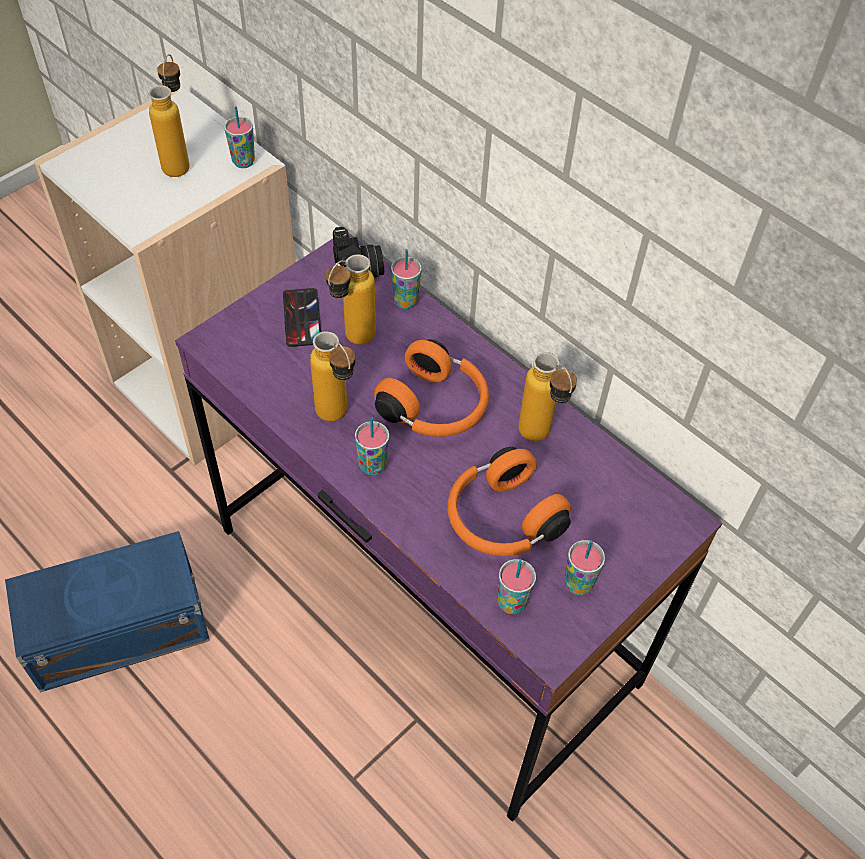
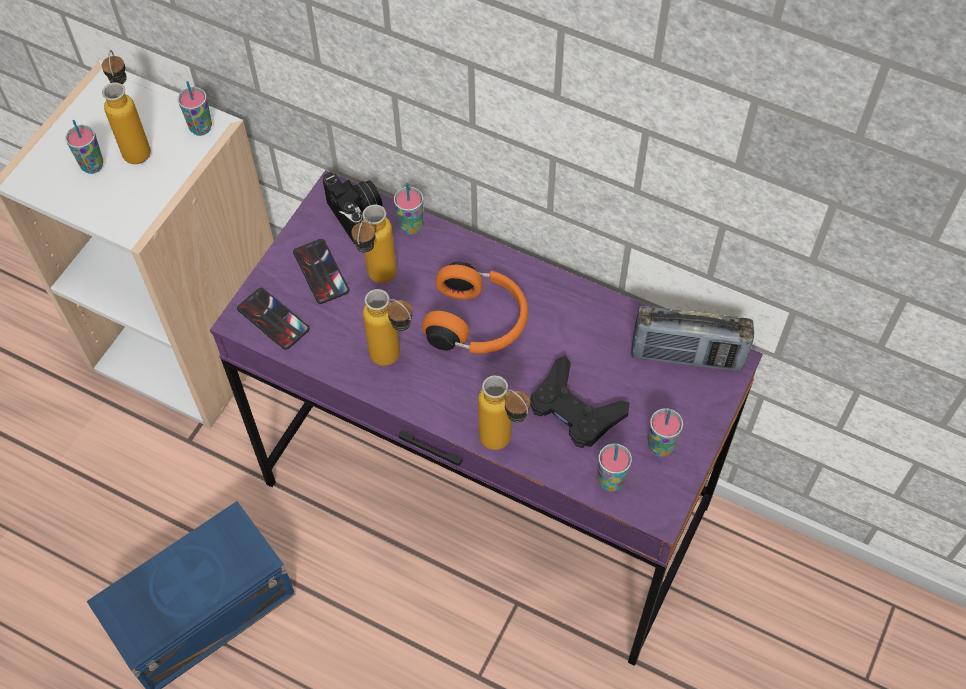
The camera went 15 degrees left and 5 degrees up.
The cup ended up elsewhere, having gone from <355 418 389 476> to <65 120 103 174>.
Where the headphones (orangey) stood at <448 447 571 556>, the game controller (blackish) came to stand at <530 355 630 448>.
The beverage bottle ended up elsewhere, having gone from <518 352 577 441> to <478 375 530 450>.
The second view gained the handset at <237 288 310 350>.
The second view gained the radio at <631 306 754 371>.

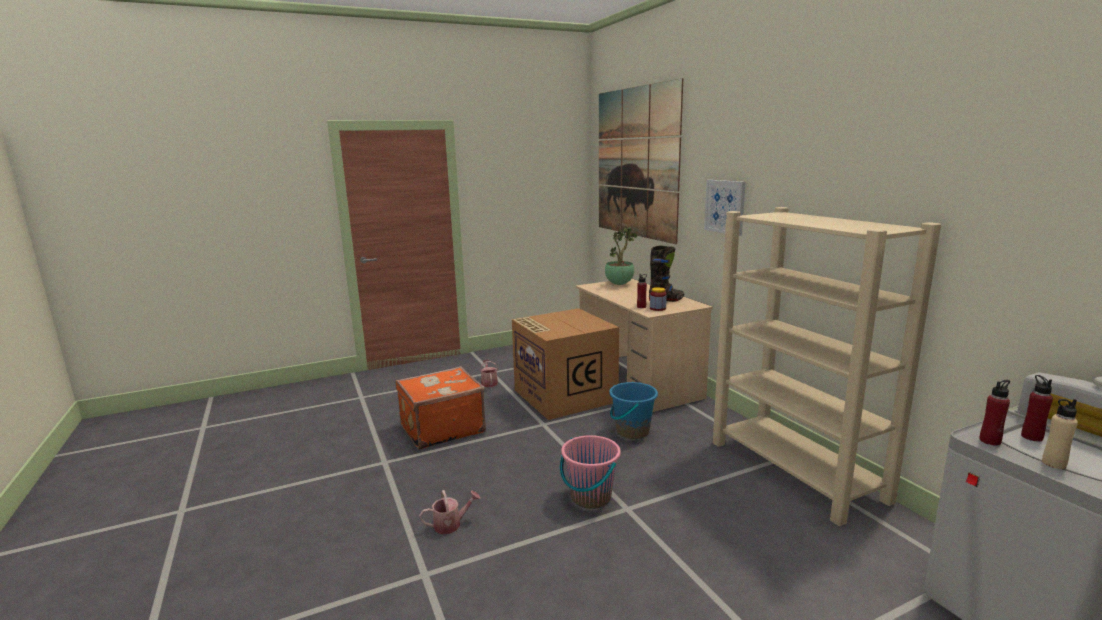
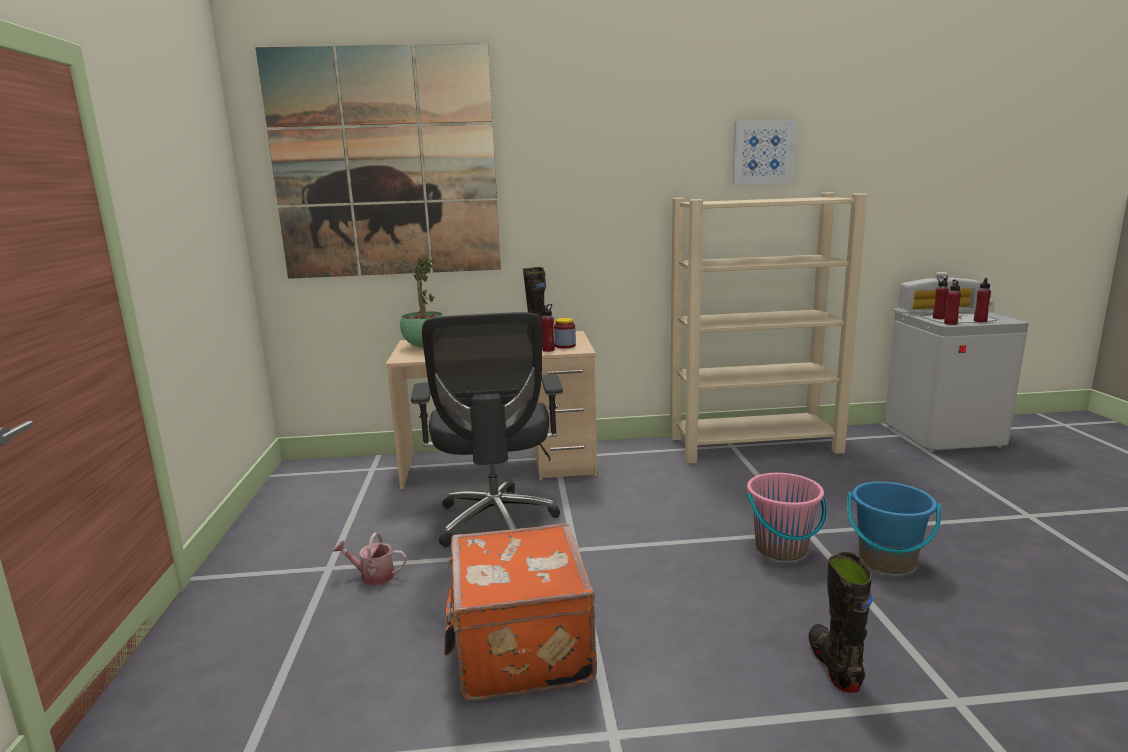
The camera went 70 degrees left and 0 degrees up.
Where the sprinkling can stood at <419 490 481 534>, the high-top boot (blackish) came to stand at <809 552 873 693>.
Where the carton stood at <512 308 619 420>, the office chair came to stand at <411 312 563 547>.
The pail (blue-coloured) ended up elsewhere, having gone from <609 382 658 439> to <847 481 941 574>.
The picture ended up elsewhere, having gone from <704 180 745 236> to <732 119 796 185>.
What was the beverage bottle (beige-coloured) at <1042 399 1078 469> turned into the beverage bottle (red) at <974 278 991 322>.

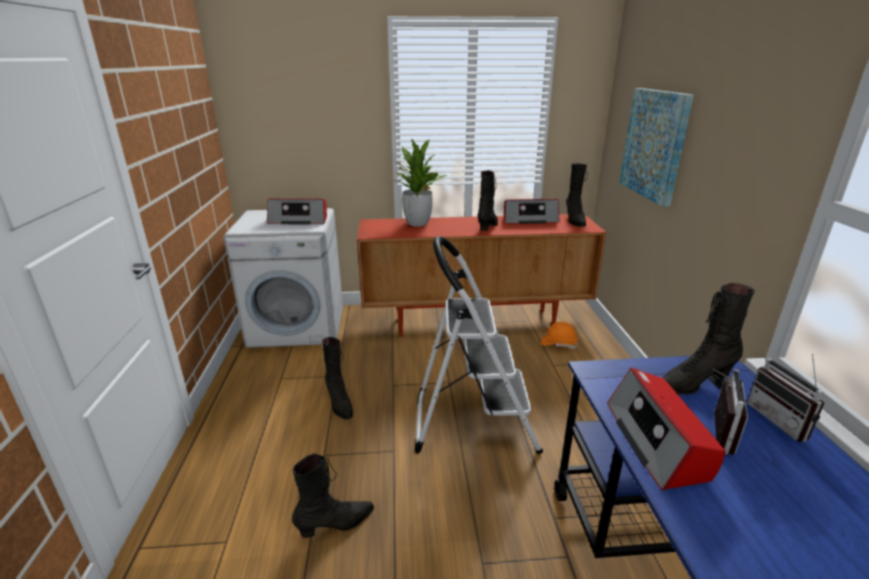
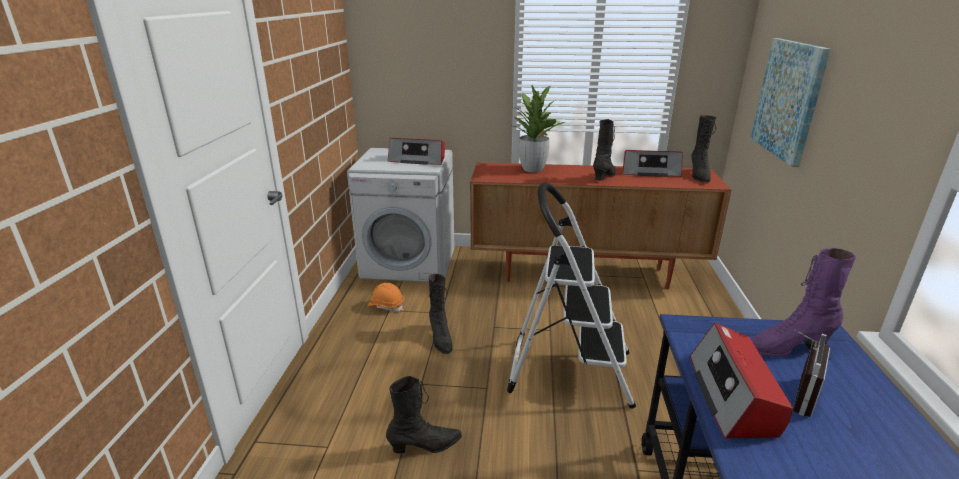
The camera went 10 degrees right and 0 degrees up.
The hard hat (orangey) ended up elsewhere, having gone from <541 322 578 349> to <367 283 404 312>.
What was the high-top boot (blackish) at <662 283 755 395> turned into the high-top boot (purple) at <751 248 856 357>.
The second view lost the radio at <747 354 825 442>.

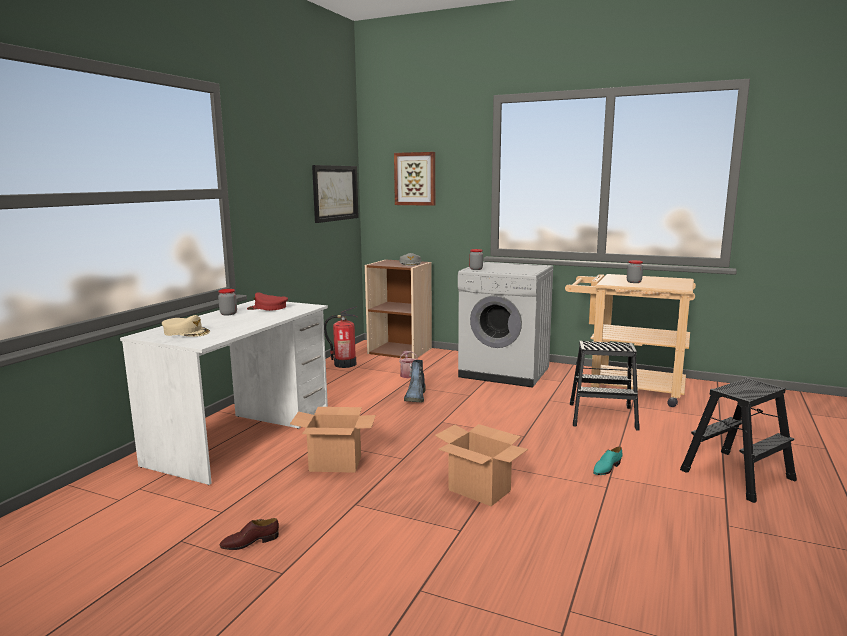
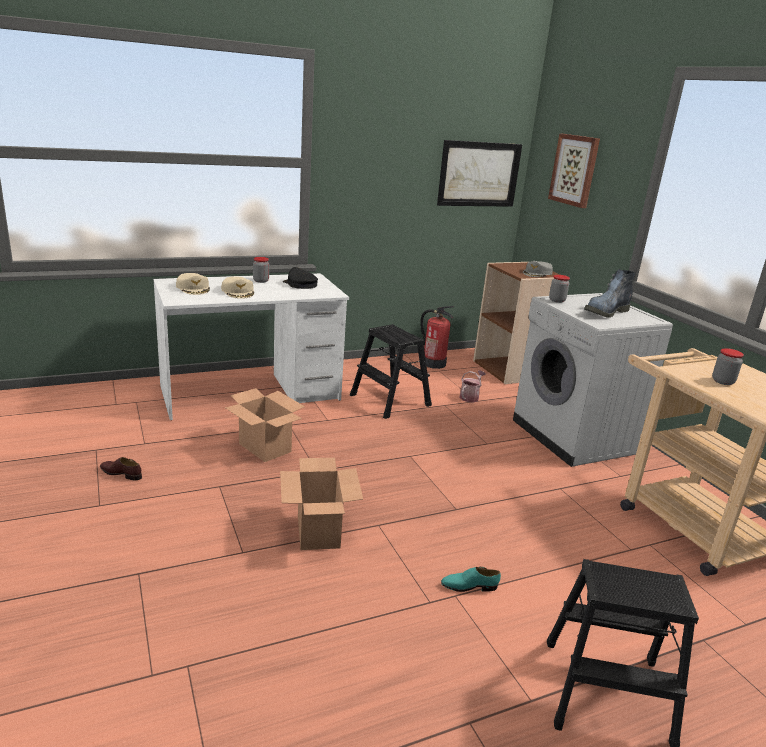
The camera went 40 degrees right and 10 degrees up.
What was the cap (red) at <247 292 288 311> turned into the cap (blackish) at <283 267 318 289>.
The high-top boot ended up elsewhere, having gone from <404 360 426 403> to <584 269 635 318>.
The stepladder (blackish) ended up elsewhere, having gone from <570 341 640 431> to <350 324 432 419>.
The second view gained the cap (beige-coloured) at <221 276 254 299>.

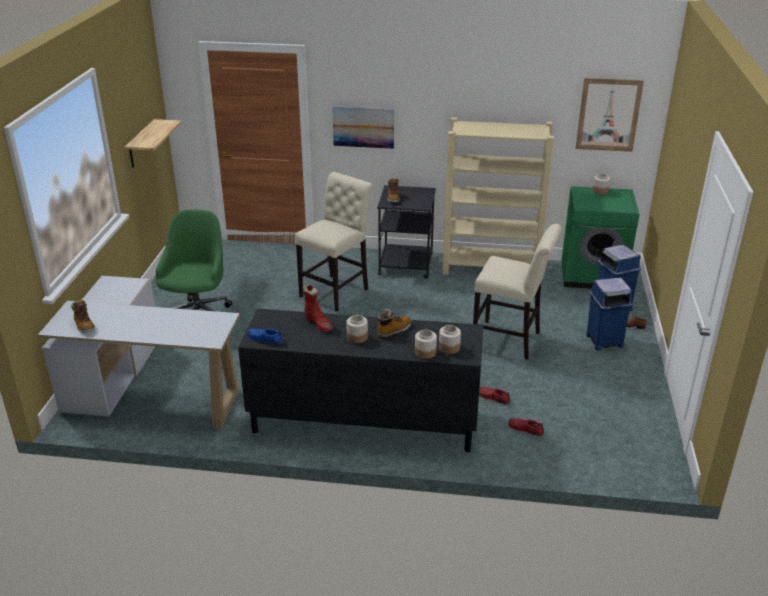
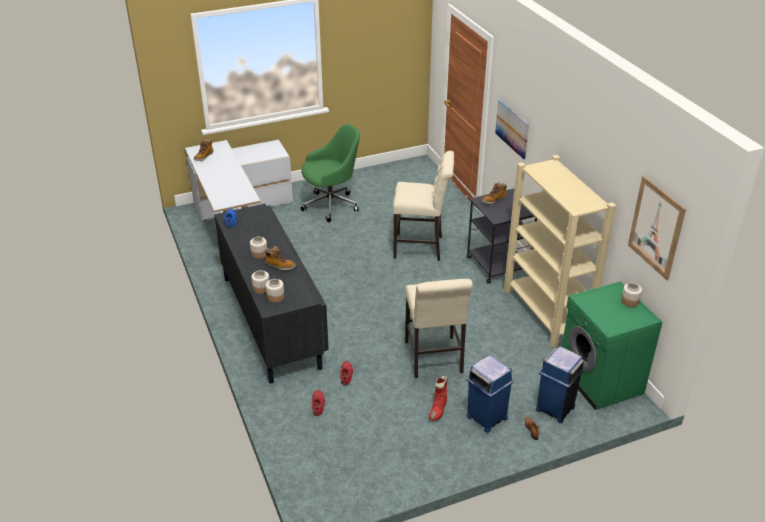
The camera went 60 degrees right and 5 degrees up.
The second view lost the shelf at <125 119 181 168>.
The high-top boot (red) ended up elsewhere, having gone from <303 284 333 331> to <429 376 447 421>.

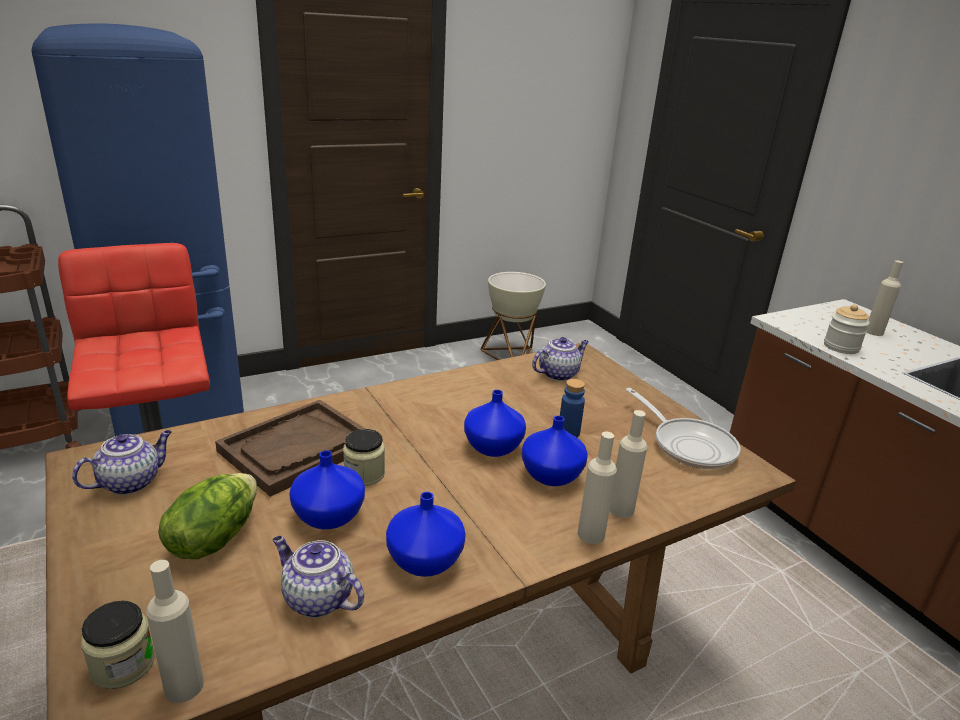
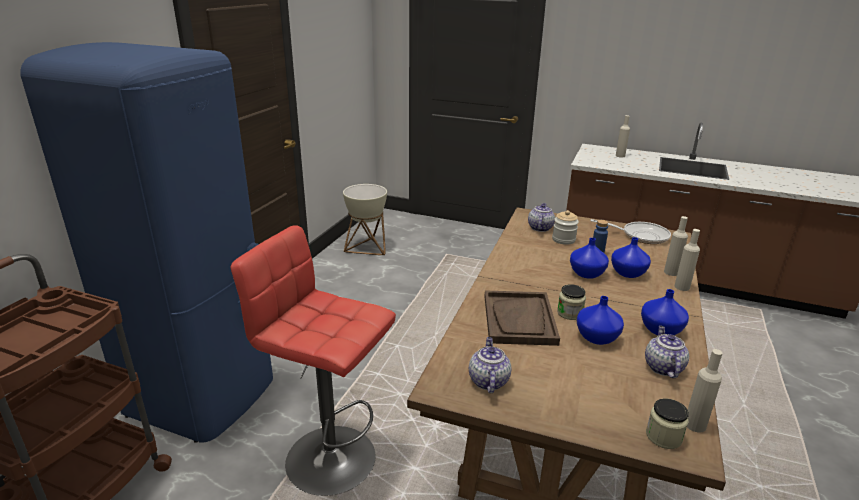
The camera went 40 degrees left and 0 degrees up.
The second view lost the lettuce at <158 473 257 559>.
The teapot at <273 536 364 618> ended up facing another way, 105 degrees clockwise from before.
The jar ended up elsewhere, having gone from <824 304 870 354> to <552 210 579 245>.

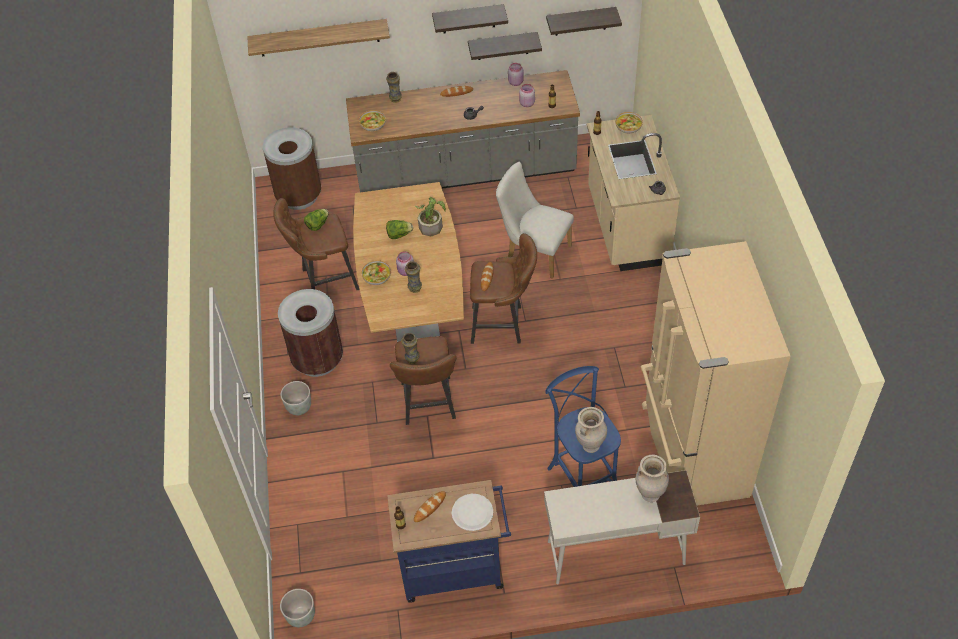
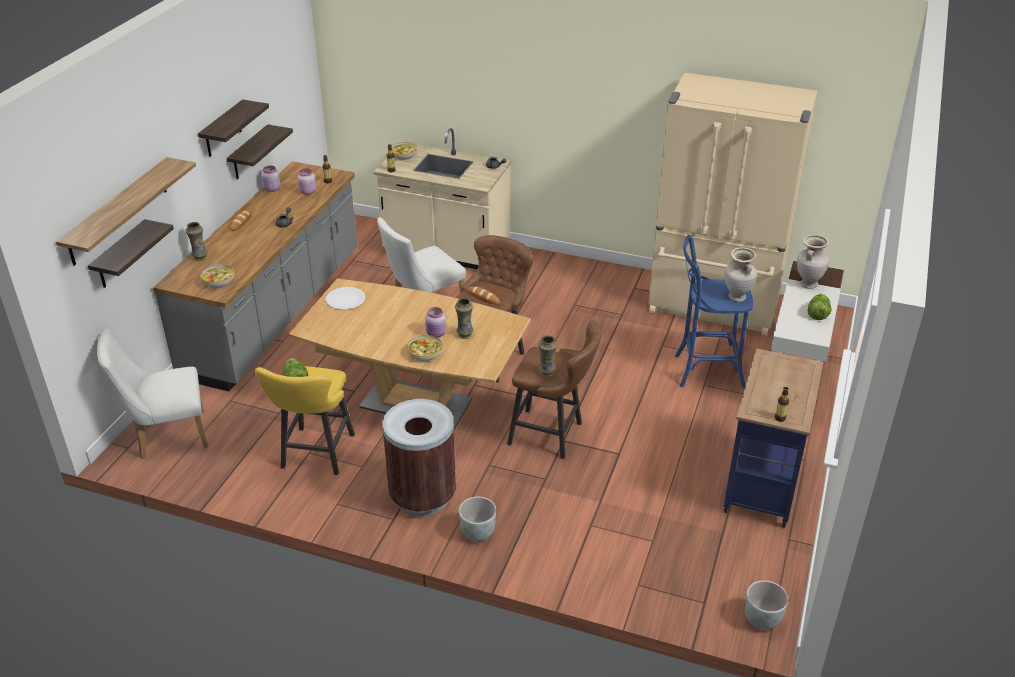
The camera went 65 degrees left and 15 degrees down.
Where the rubbish bin (brown) stood at <263 127 321 210>, the chair (whitish) came to stand at <97 328 208 459>.
What was the stool seat (brown) at <273 198 360 290> turned into the stool seat (yellow) at <255 366 355 475>.
The lettuce ended up elsewhere, having gone from <386 220 413 239> to <808 294 831 320>.
The second view lost the bakery bread at <414 491 446 522>.
The second view lost the potted plant at <415 197 446 236>.
The flat dish (whitish) ended up elsewhere, having gone from <452 494 493 531> to <326 287 365 310>.
The shelf ended up elsewhere, having gone from <546 7 622 36> to <88 219 174 288>.

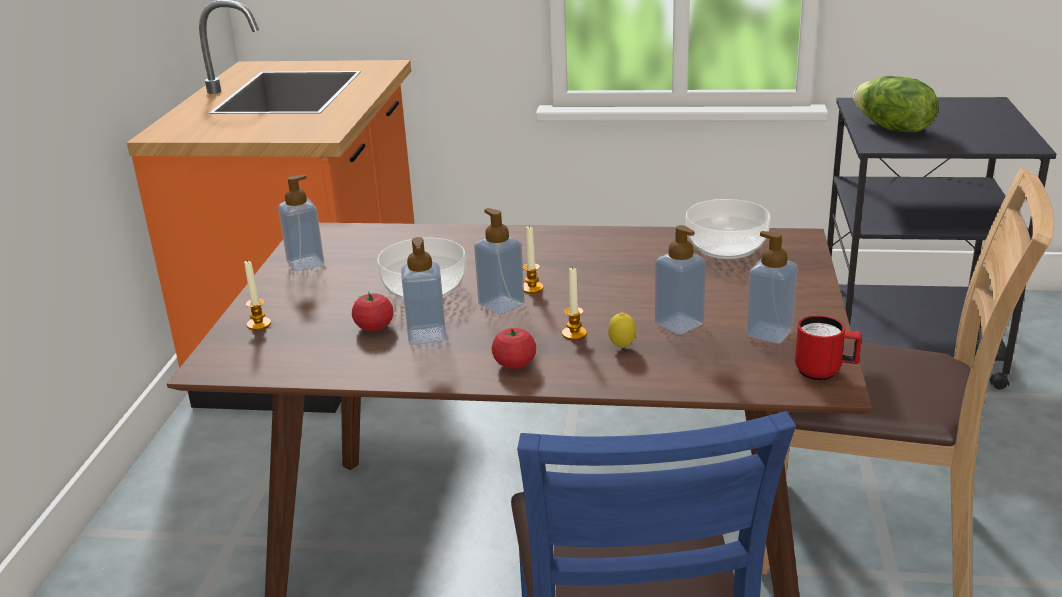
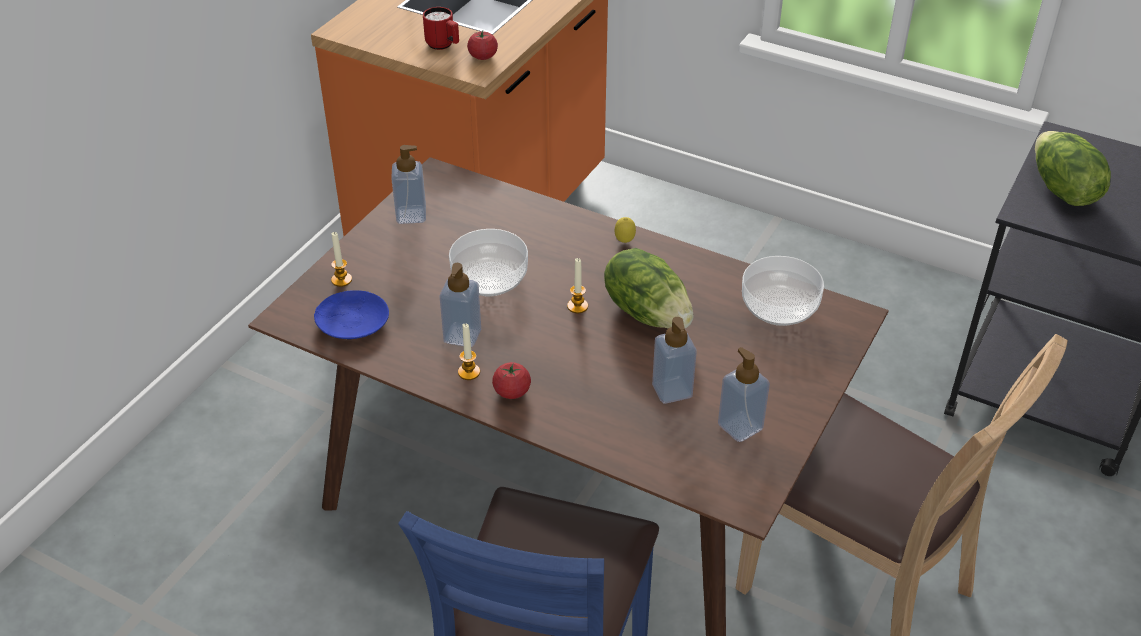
The camera went 20 degrees right and 15 degrees up.
The whole tomato ended up elsewhere, having gone from <352 291 394 331> to <467 31 498 60>.
The second view lost the liquid soap bottle at <474 208 525 315>.
The candle ended up elsewhere, having gone from <562 266 587 340> to <458 323 480 380>.
The citrus fruit ended up elsewhere, having gone from <608 312 636 348> to <614 217 636 243>.
The coffee mug (red) ended up elsewhere, having gone from <795 315 862 380> to <423 7 459 50>.
The second view gained the flat dish (blue-coloured) at <314 290 389 339>.
The second view gained the lettuce at <604 248 694 329>.

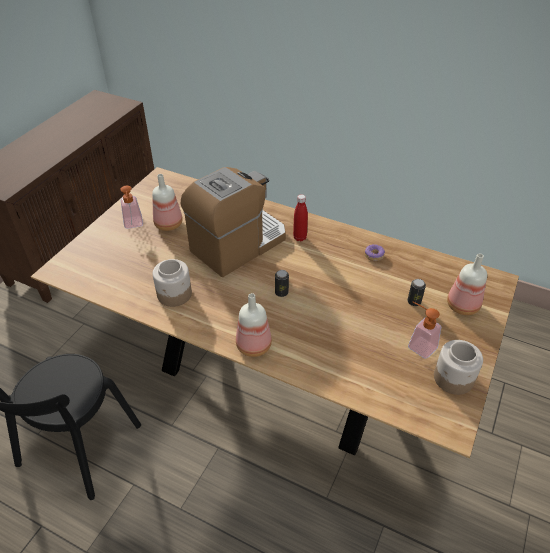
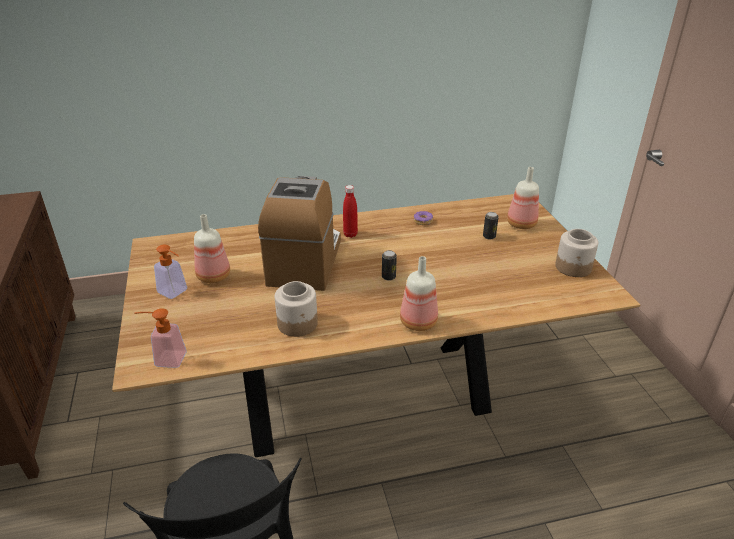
The camera went 40 degrees left and 10 degrees down.
The liquid soap bottle ended up elsewhere, having gone from <408 302 441 359> to <134 308 187 368>.

